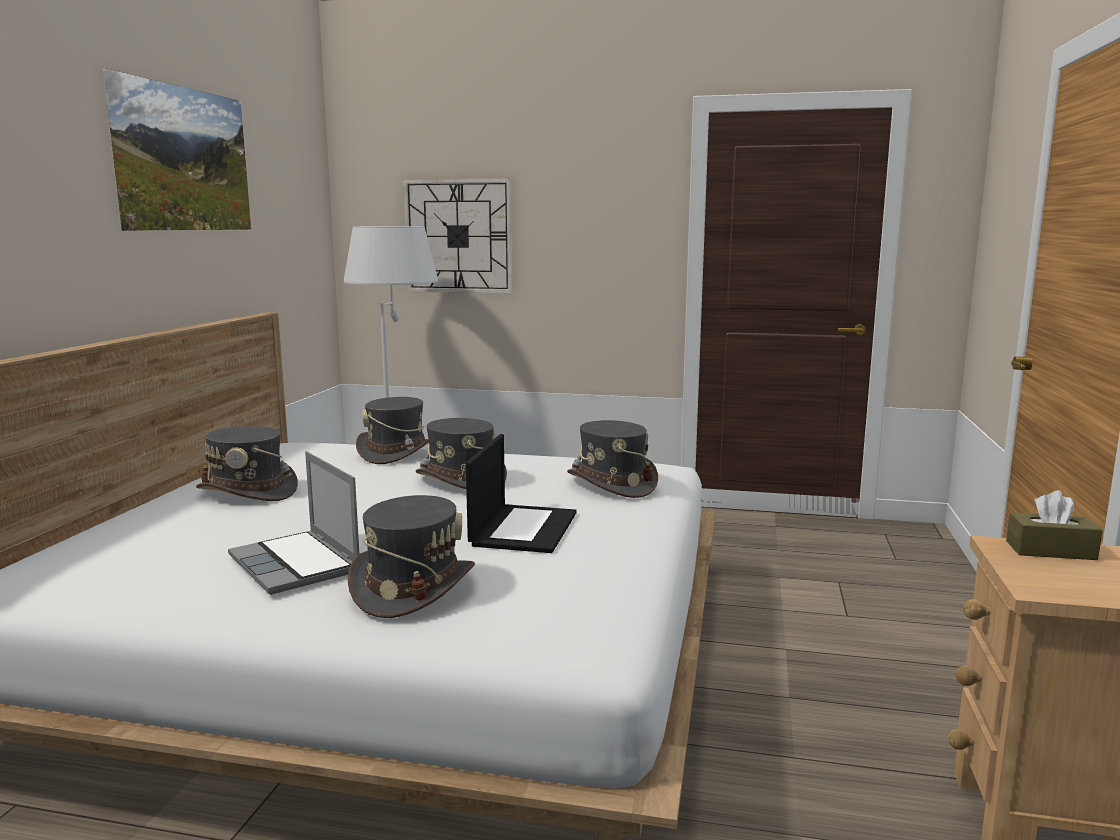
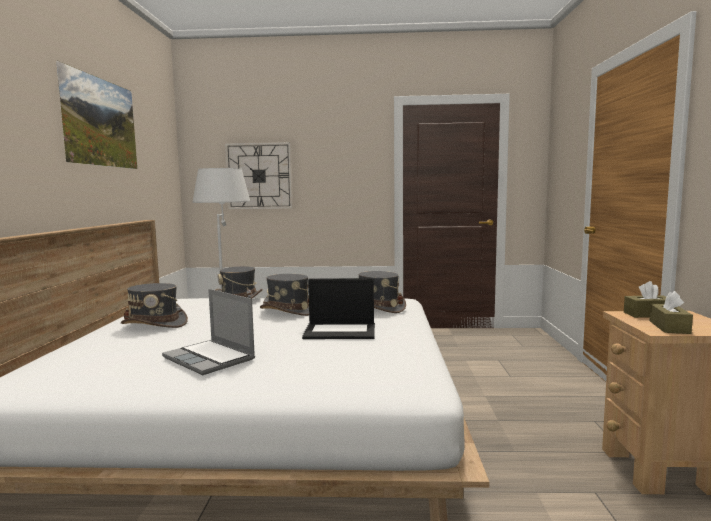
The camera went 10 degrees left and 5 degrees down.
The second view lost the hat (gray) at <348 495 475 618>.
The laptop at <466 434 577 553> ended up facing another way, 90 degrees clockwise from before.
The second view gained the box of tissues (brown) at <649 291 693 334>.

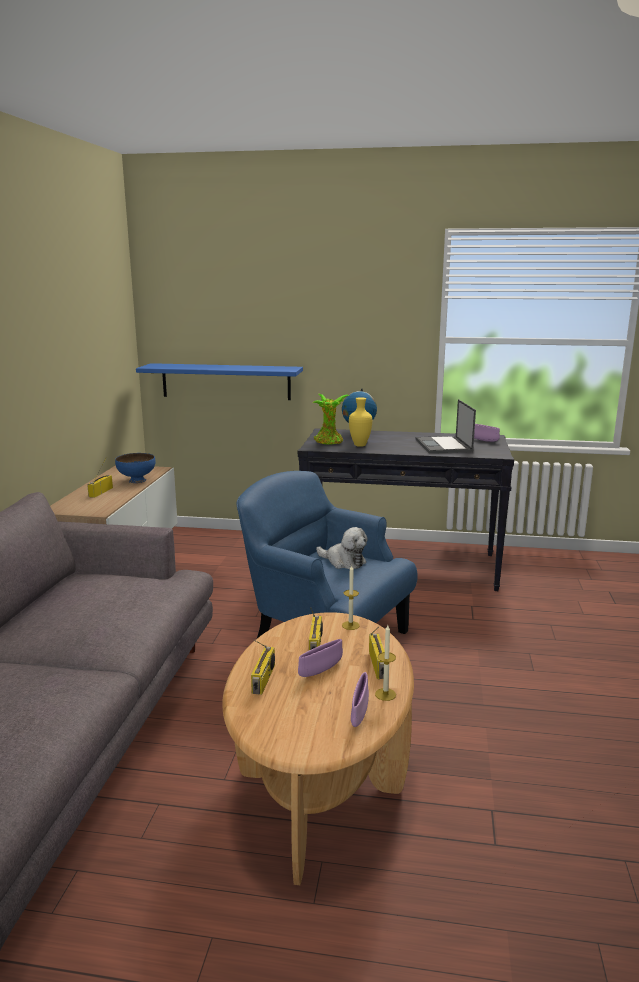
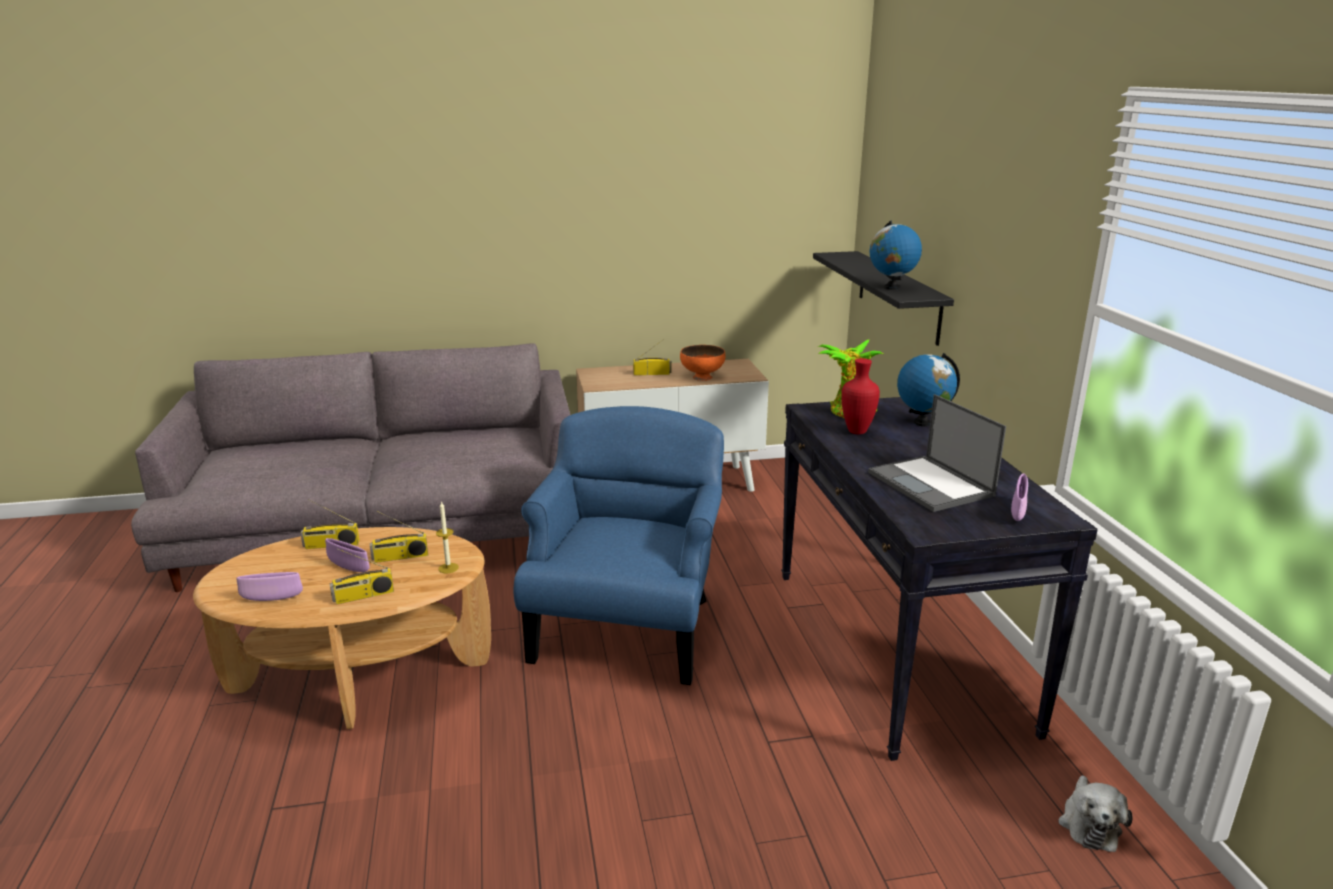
The camera went 70 degrees right and 5 degrees up.
What was the serving bowl (blue-coloured) at <115 453 156 483> turned into the serving bowl (orangey) at <680 345 726 381>.
What was the shelf (blue-coloured) at <136 363 303 400> turned into the shelf (blackish) at <813 251 954 346>.
The soft toy ended up elsewhere, having gone from <316 527 368 569> to <1058 775 1133 852>.
What was the vase (yellow) at <349 397 372 447> turned into the vase (red) at <842 358 880 434>.
The second view lost the candle at <375 625 396 701>.
The laptop at <415 399 476 453> ended up facing another way, 90 degrees counterclockwise from before.
The second view gained the desk globe at <870 221 922 289>.

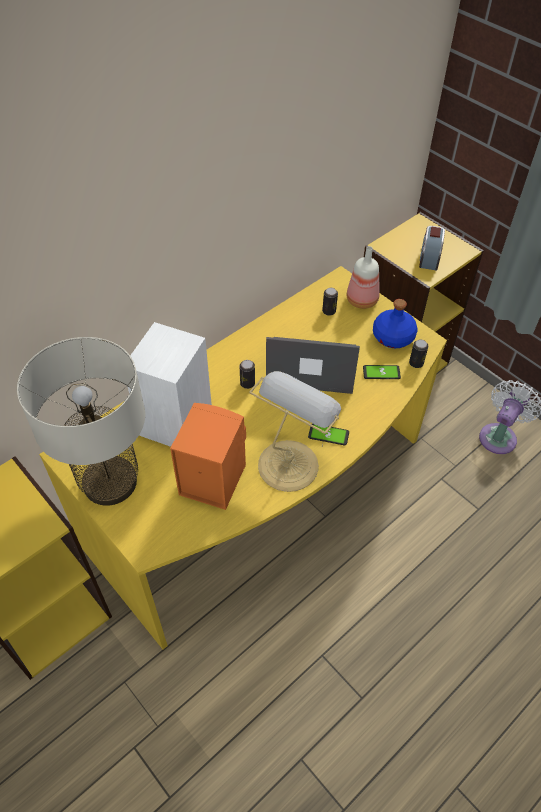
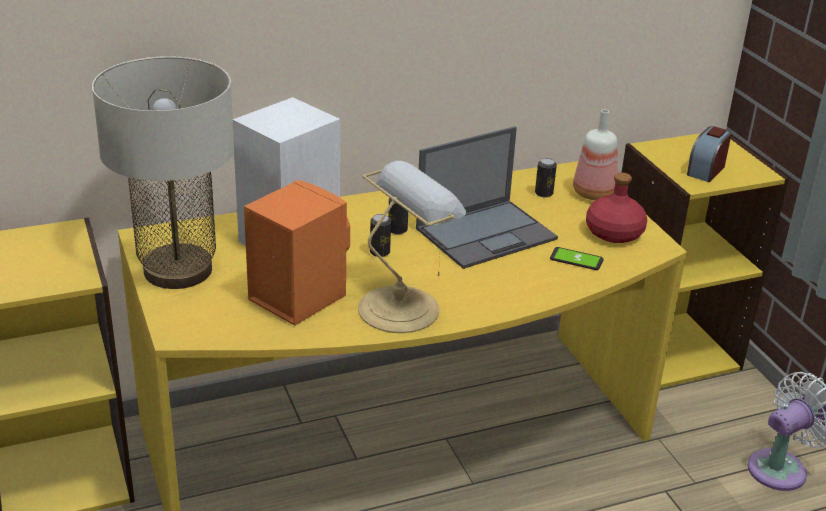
The camera went 20 degrees right and 20 degrees down.
The laptop at <266 337 360 394> ended up facing another way, 120 degrees clockwise from before.
The second view lost the handset at <308 424 349 445>.
What was the beverage bottle (blue-coloured) at <373 299 417 348> turned into the beverage bottle (red) at <586 172 647 243>.
The metal can ended up elsewhere, having gone from <409 339 428 368> to <370 214 391 257>.

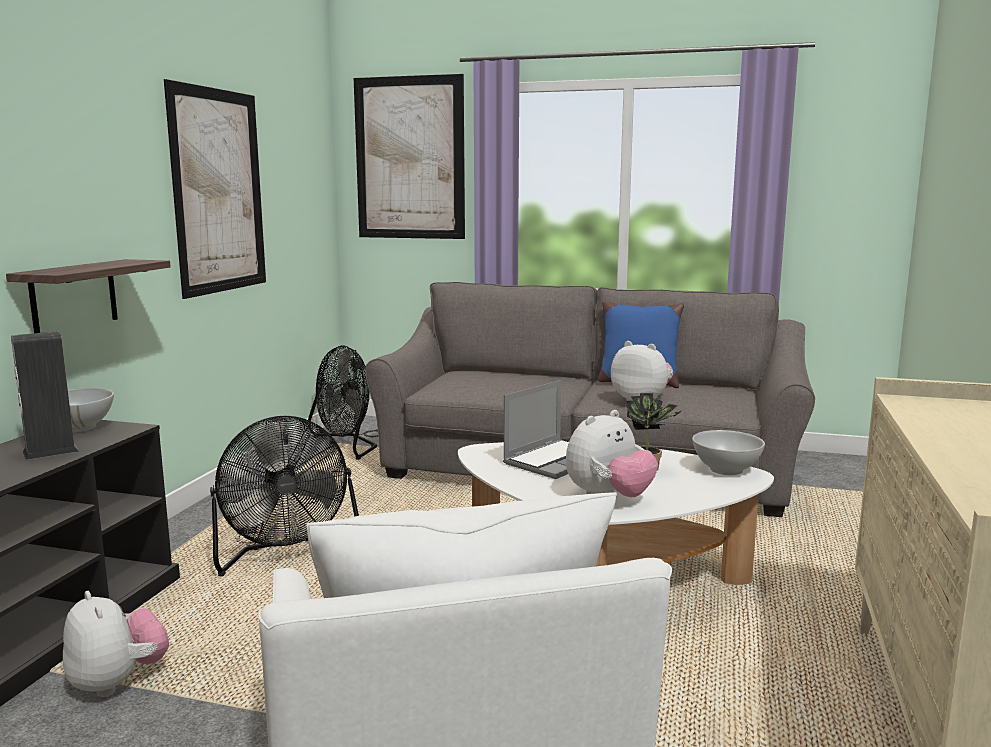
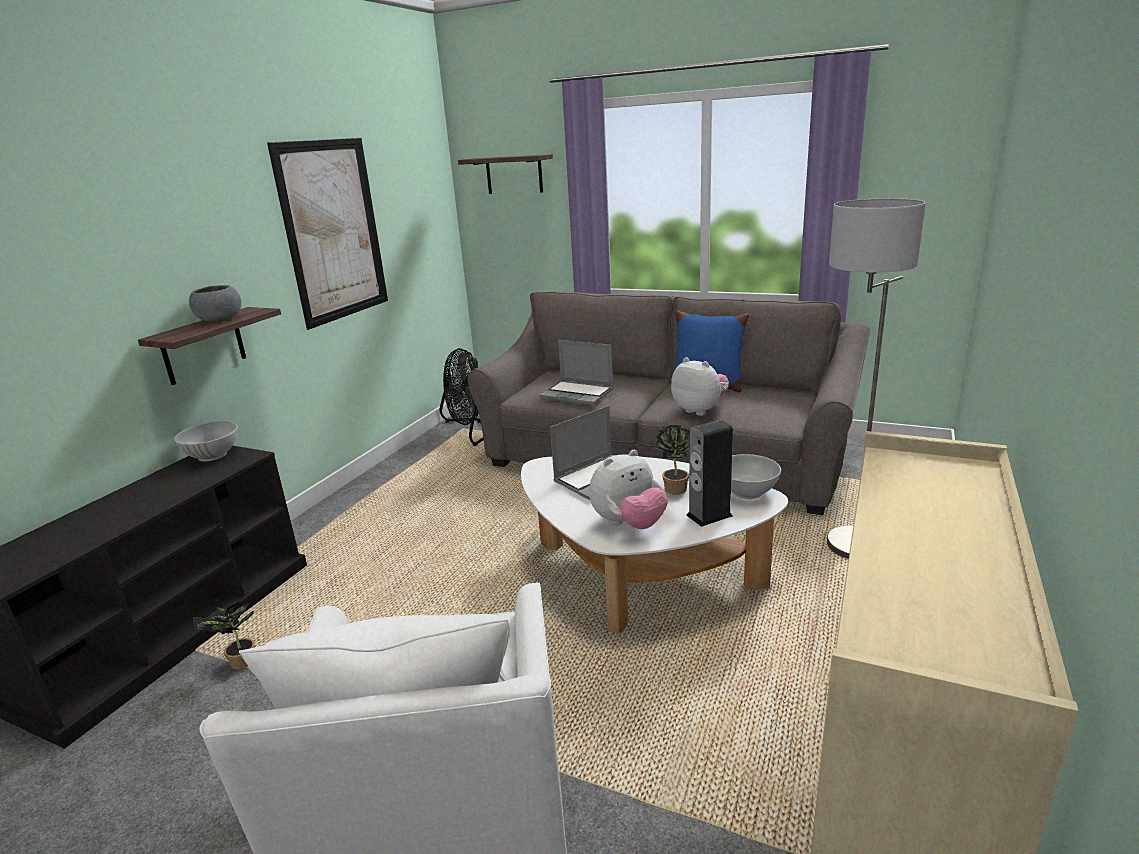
The camera went 10 degrees right and 10 degrees up.
The speaker ended up elsewhere, having gone from <11 331 78 460> to <686 420 733 527>.
Where the soft toy stood at <63 591 169 697>, the potted plant came to stand at <193 602 256 670>.
The second view lost the electric fan (blackish) at <210 416 359 576>.
Where the picture hung at <354 74 465 239>, the shelf came to hang at <458 154 553 194>.
The second view gained the serving bowl (gray) at <189 285 241 322>.
The second view gained the laptop at <540 340 614 405>.
The second view gained the standing lamp (gray) at <827 198 926 559>.

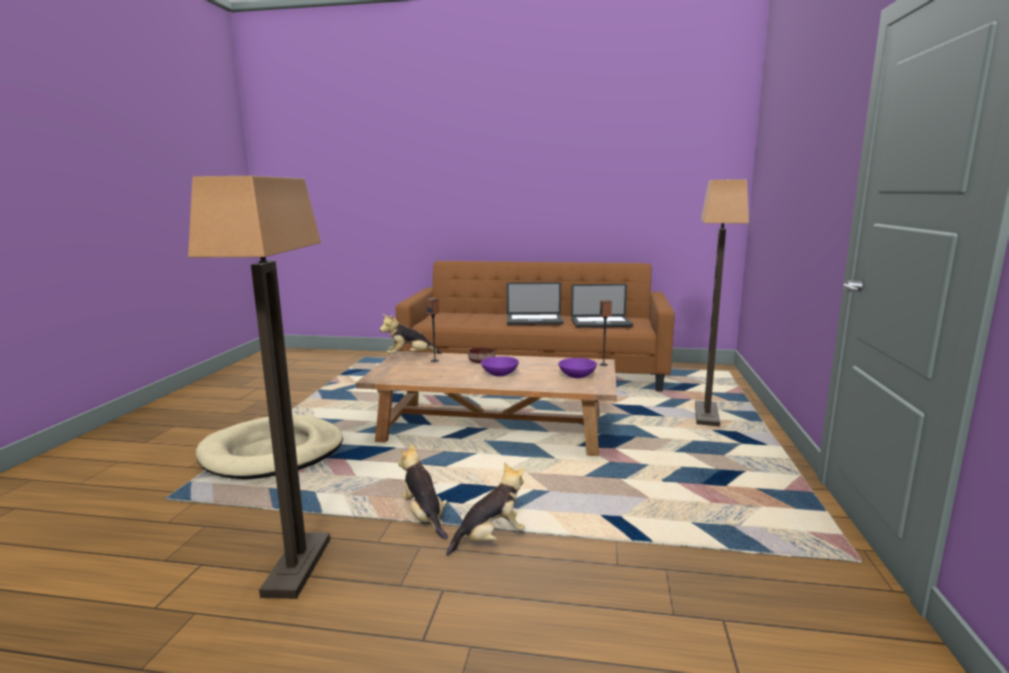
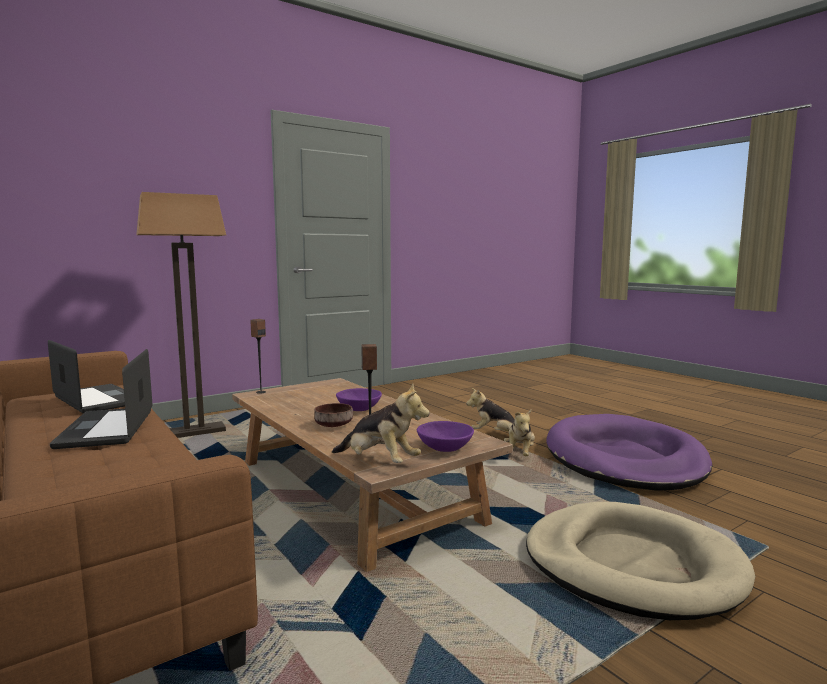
The camera went 135 degrees left and 5 degrees down.
Where the standing lamp stood at <188 176 330 599>, the dog bed (purple) came to stand at <547 414 712 491>.
The laptop at <507 282 564 325> ended up facing another way, 150 degrees counterclockwise from before.
The serving bowl (purple) ended up elsewhere, having gone from <558 358 597 378> to <417 421 474 452>.

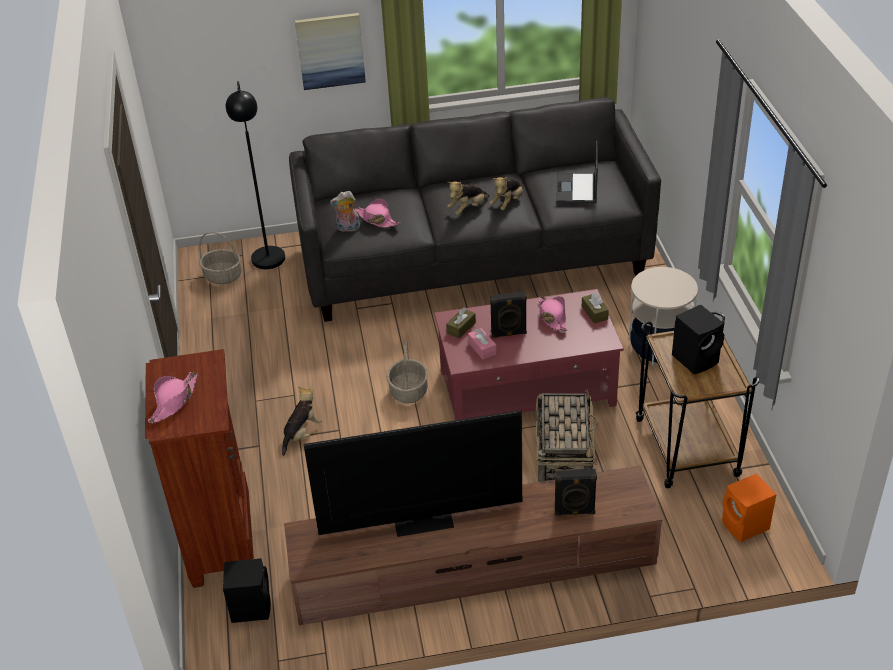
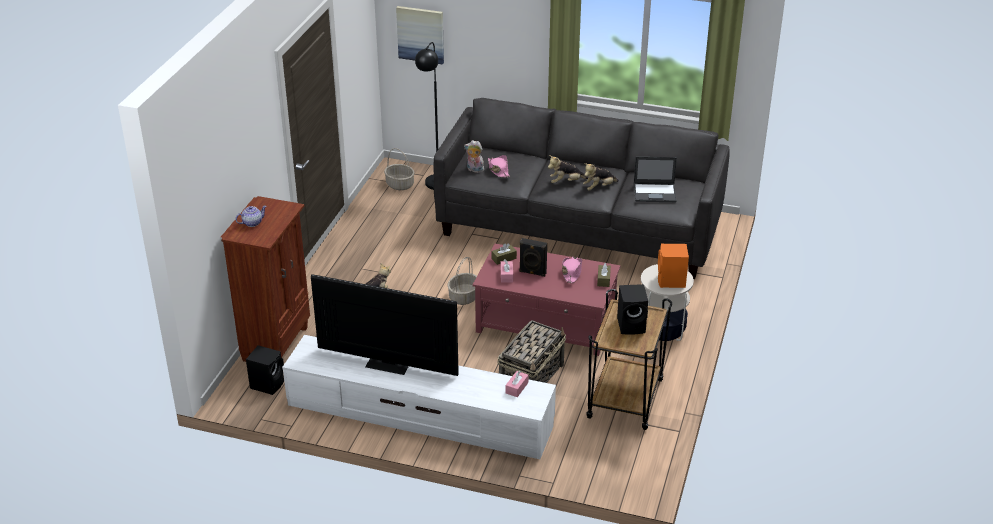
The camera went 25 degrees right and 5 degrees down.
Where the hat (pink-coloured) stood at <148 372 198 423>, the teapot came to stand at <236 205 267 227>.
What was the media console (brown) at <284 466 663 625> turned into the media console (whitish) at <282 335 556 459>.
The picture ended up elsewhere, having gone from <295 13 366 90> to <396 6 444 65>.
The second view lost the speaker (blackish) at <555 469 597 516>.
The laptop at <556 140 598 203> ended up facing another way, 120 degrees counterclockwise from before.
The speaker (orangey) ended up elsewhere, having gone from <722 473 777 542> to <658 243 689 288>.
The second view gained the box of tissues (pink-coloured) at <506 371 528 397>.

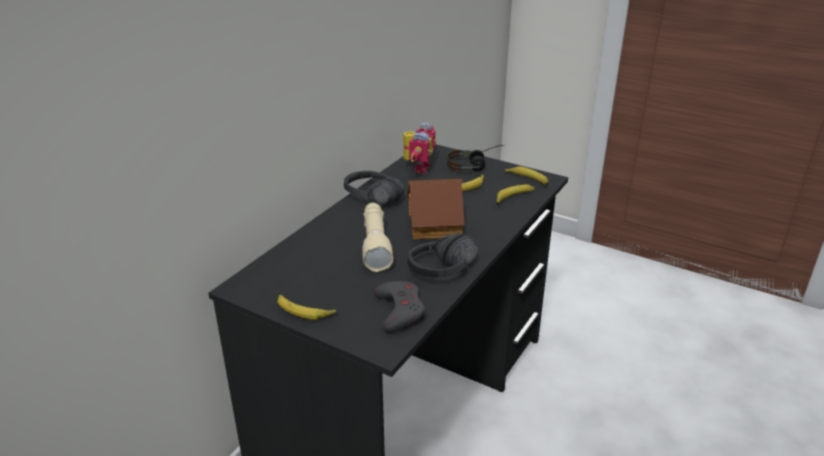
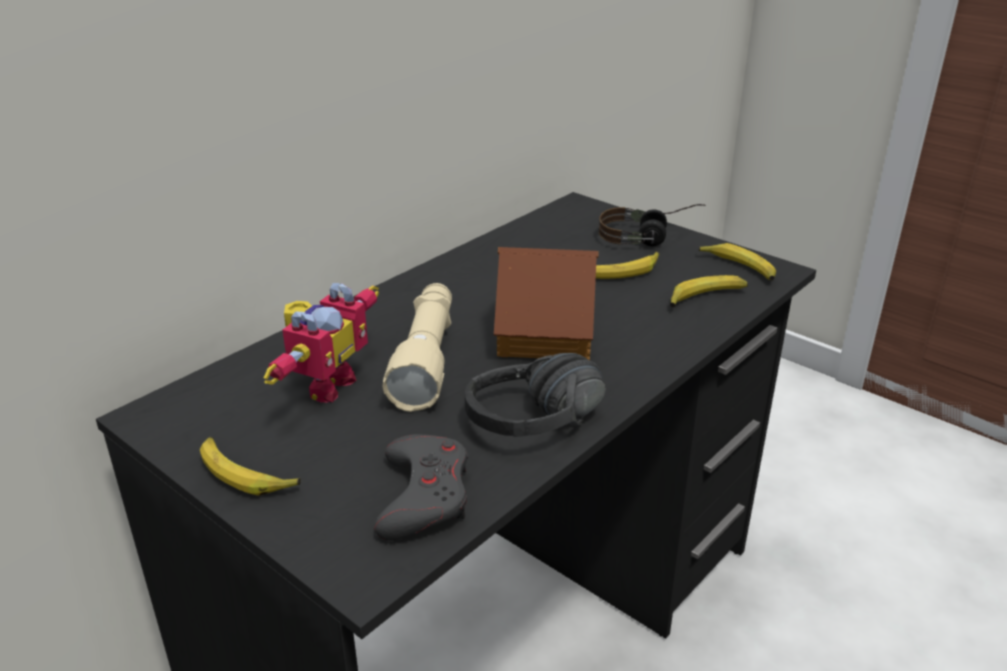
The camera went 10 degrees right and 0 degrees up.
The second view lost the headphones (blackish) at <344 171 405 206>.
The toy robot ended up elsewhere, having gone from <403 122 436 174> to <264 283 379 403>.

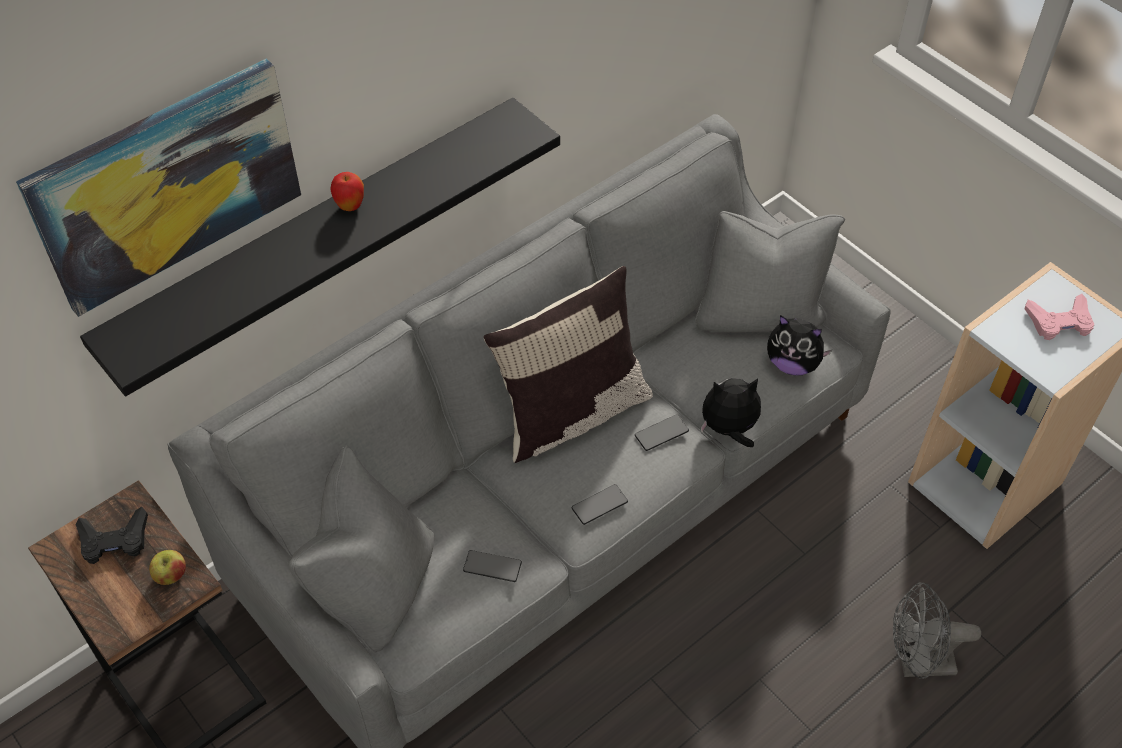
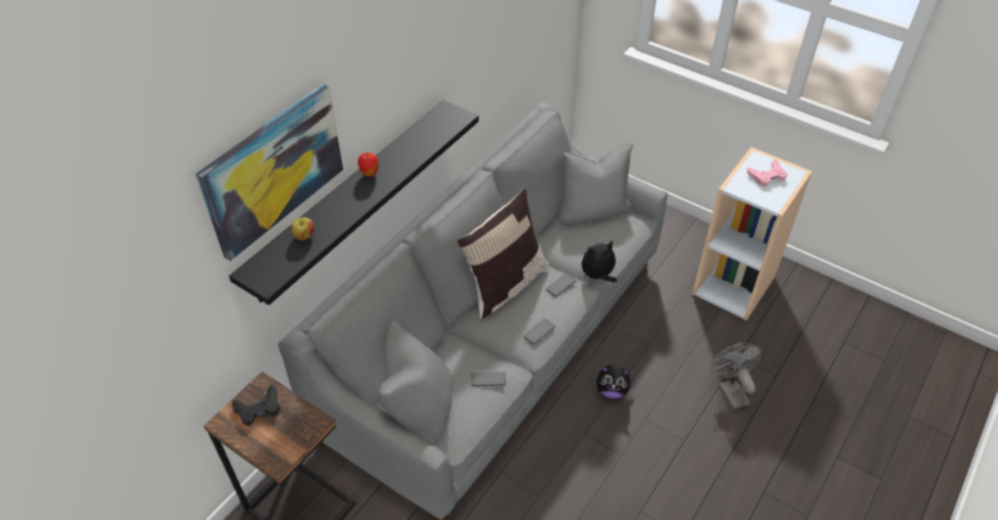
The camera went 15 degrees left and 5 degrees down.
The whole apple ended up elsewhere, having gone from <149 550 186 585> to <291 217 314 240>.
The soft toy ended up elsewhere, having gone from <767 315 833 376> to <596 365 634 398>.
The electric fan (gray) at <893 582 981 679> ended up facing another way, 90 degrees clockwise from before.

